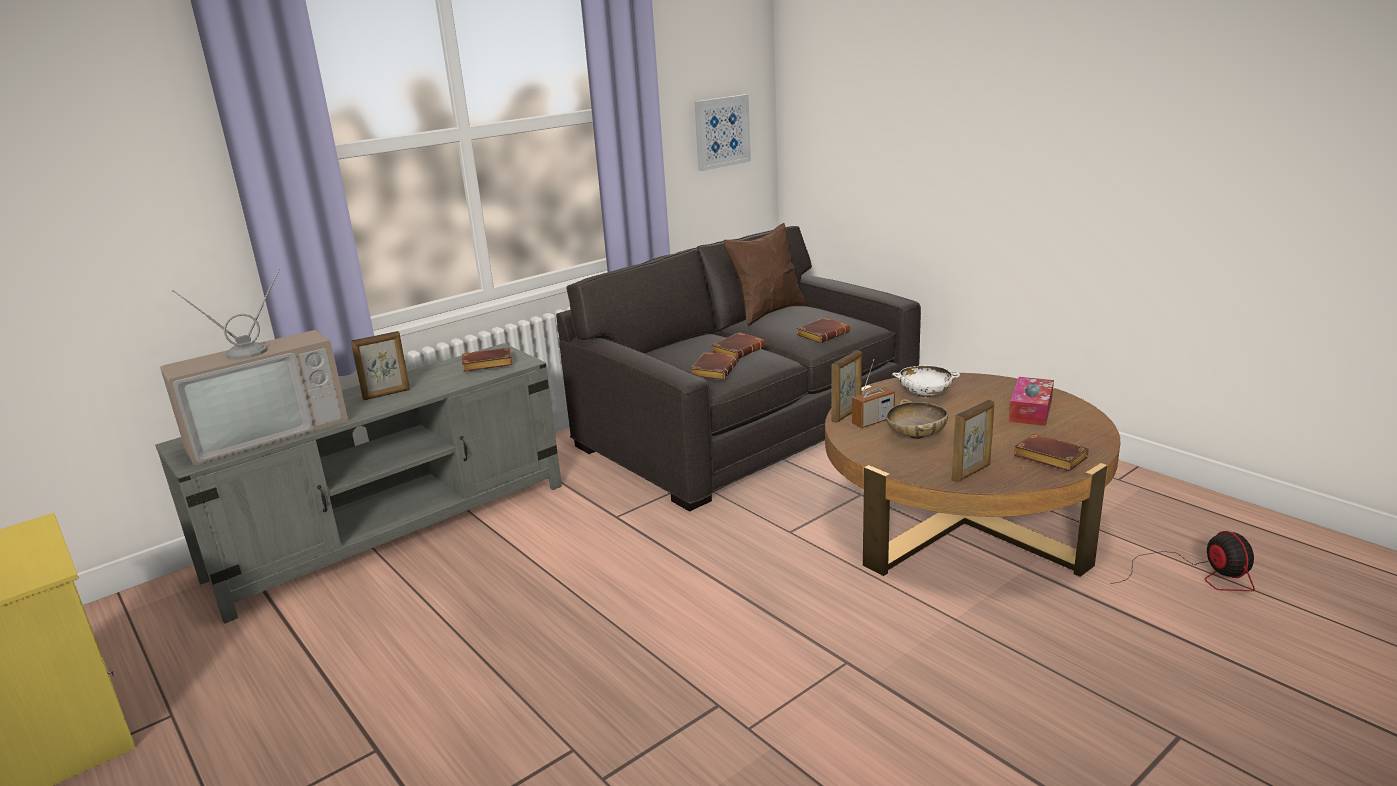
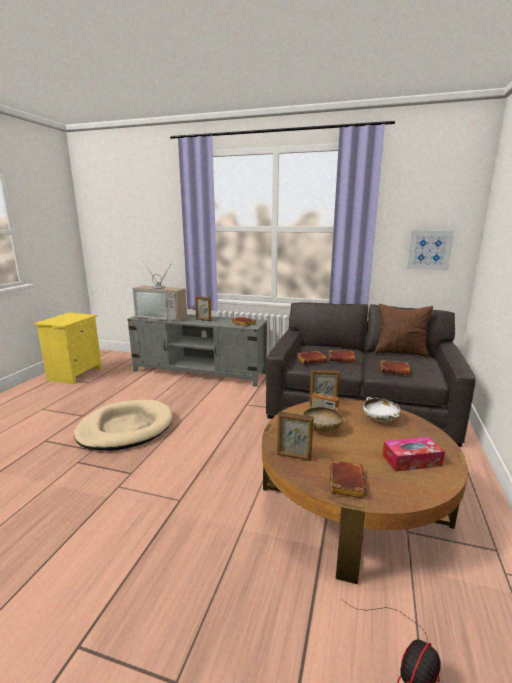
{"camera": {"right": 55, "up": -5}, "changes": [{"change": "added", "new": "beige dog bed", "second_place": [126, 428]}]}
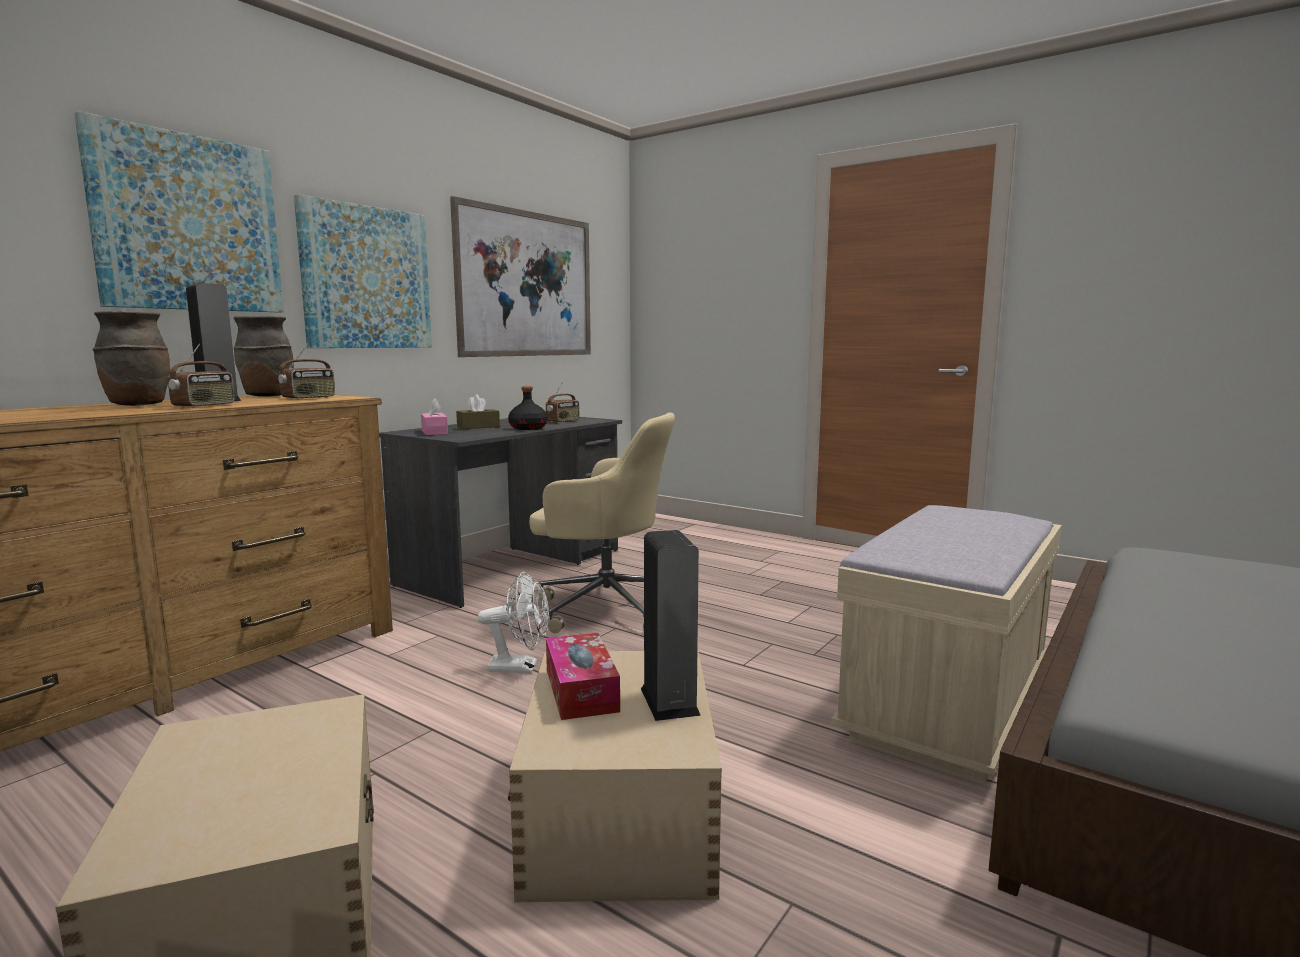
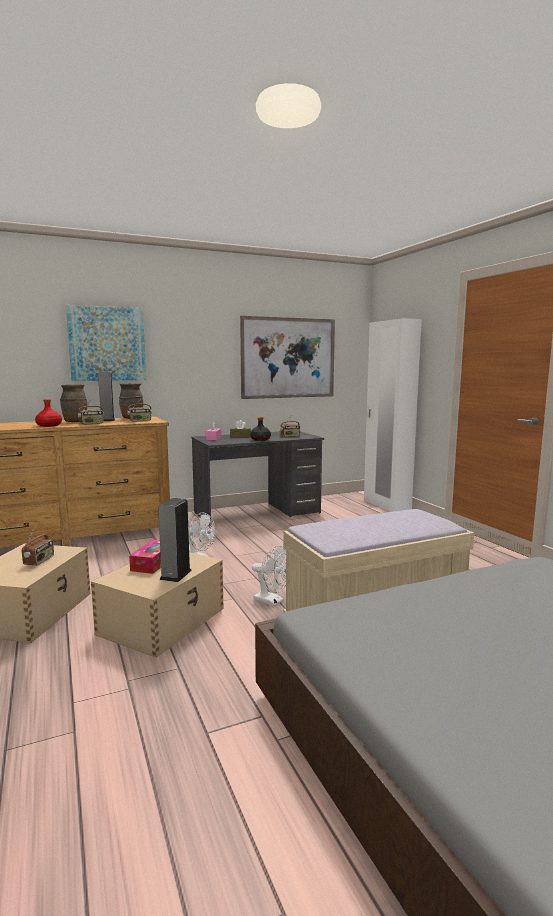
{"camera": {"right": 30, "up": 0}, "changes": [{"change": "removed", "old": "picture", "first_place": [366, 278]}, {"change": "removed", "old": "beige office chair", "first_place": [605, 606]}, {"change": "added", "new": "radio", "second_place": [39, 561]}, {"change": "added", "new": "red bottle", "second_place": [49, 425]}, {"change": "added", "new": "white fan", "second_place": [272, 601]}, {"change": "added", "new": "white wardrobe", "second_place": [386, 506]}]}
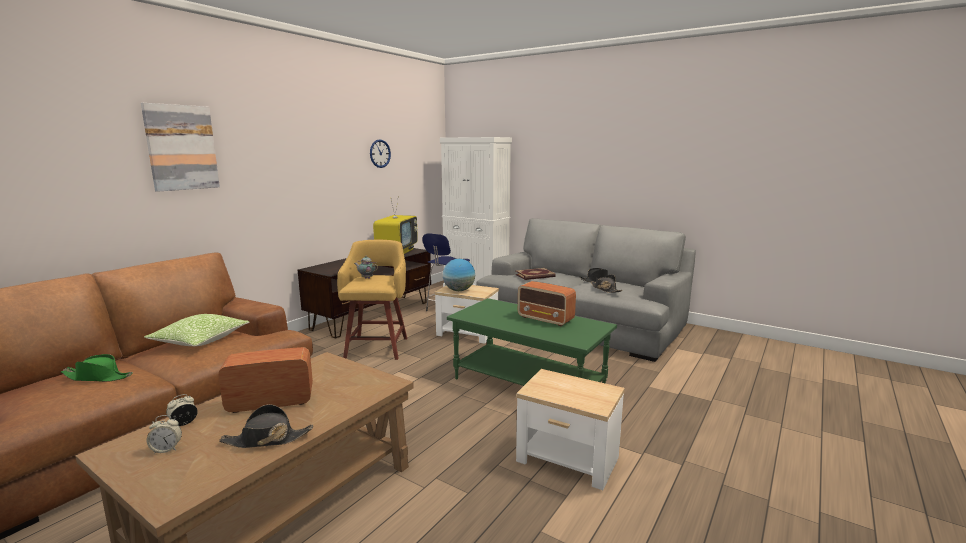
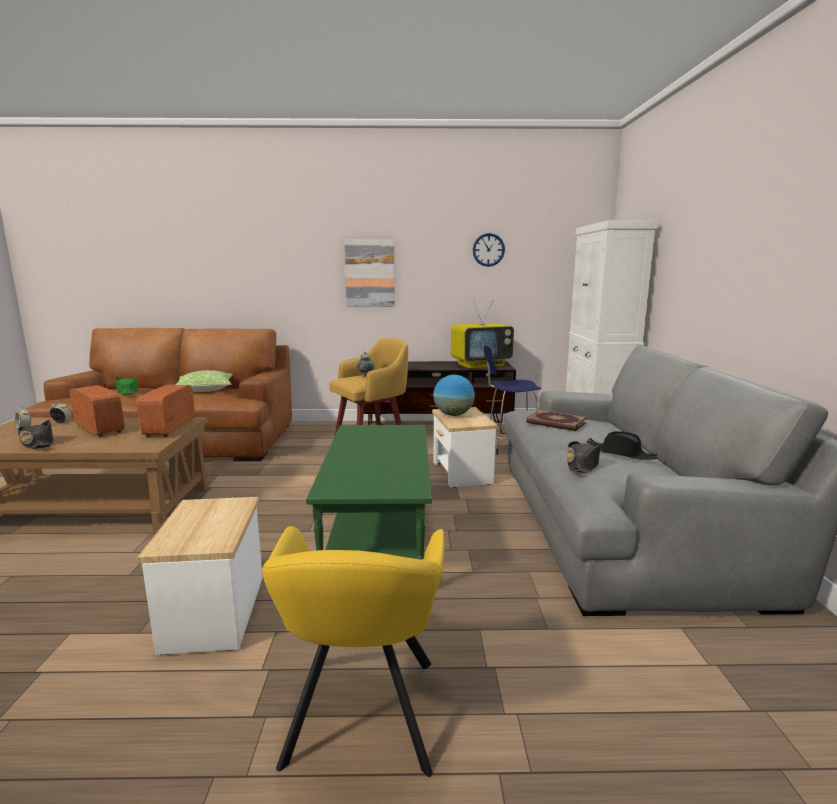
{"camera": {"right": 55, "up": 0}, "changes": [{"change": "moved", "old": "picture", "first_place": [181, 147], "second_place": [370, 273]}, {"change": "moved", "old": "radio", "first_place": [546, 319], "second_place": [169, 429]}, {"change": "added", "new": "yellow armchair", "second_place": [361, 718]}]}
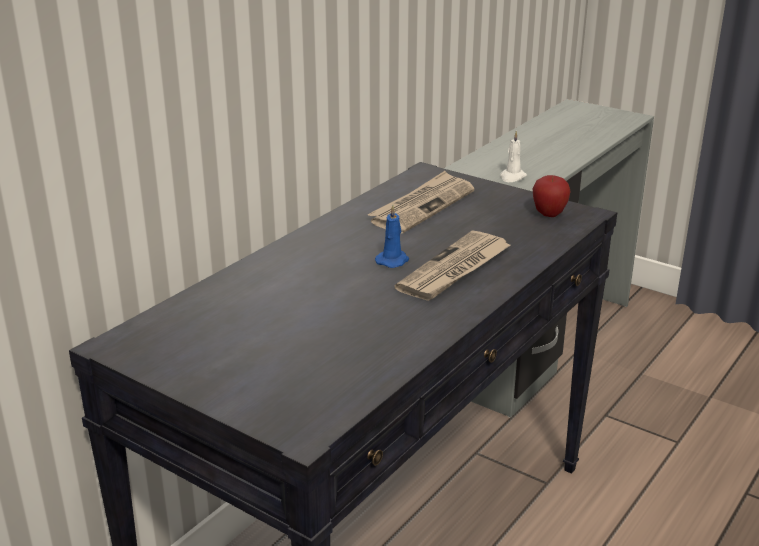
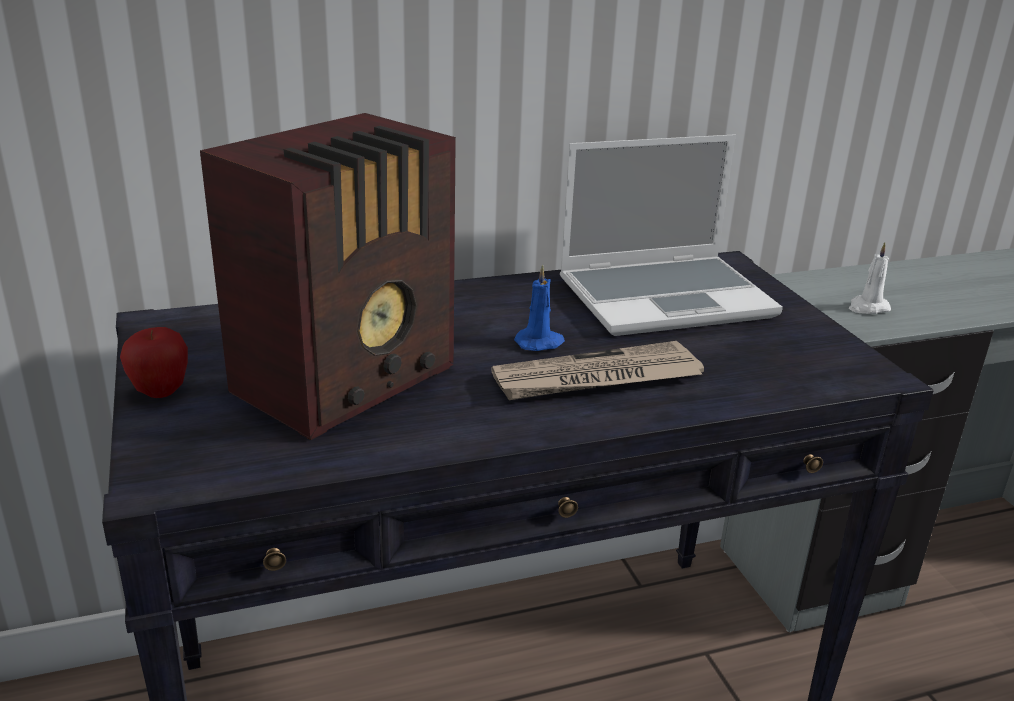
{"camera": {"right": 35, "up": 0}, "changes": [{"change": "replaced", "old": "newspaper", "new": "laptop", "first_place": [422, 206], "second_place": [666, 297]}, {"change": "moved", "old": "apple", "first_place": [549, 214], "second_place": [160, 392]}, {"change": "added", "new": "radio", "second_place": [351, 381]}]}
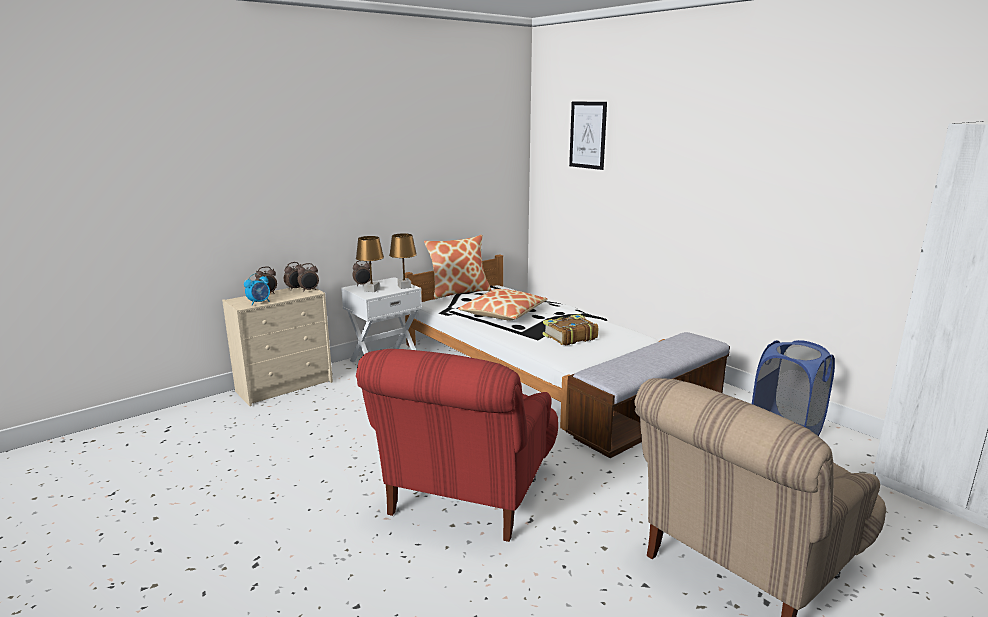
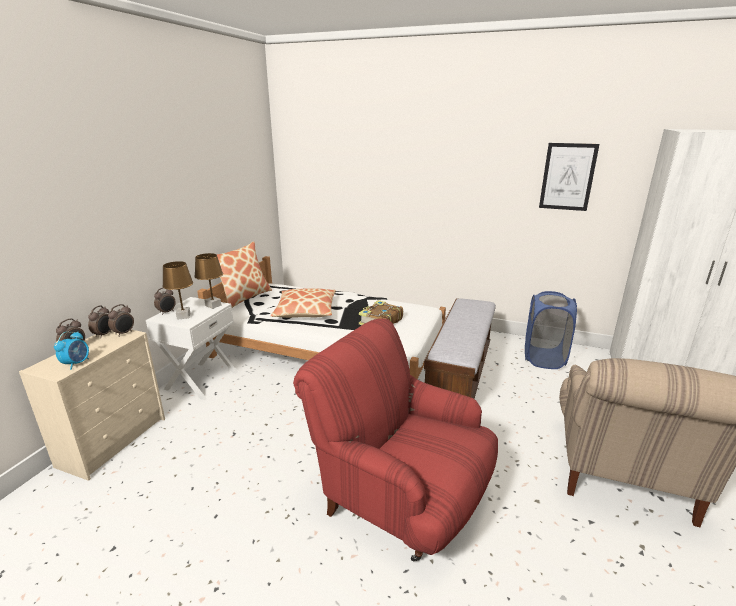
{"camera": {"right": -30, "up": 5}, "changes": [{"change": "turned", "old": "red armchair", "first_place": [467, 496], "second_place": [399, 498], "degrees": 135}, {"change": "moved", "old": "picture", "first_place": [587, 135], "second_place": [567, 177]}]}
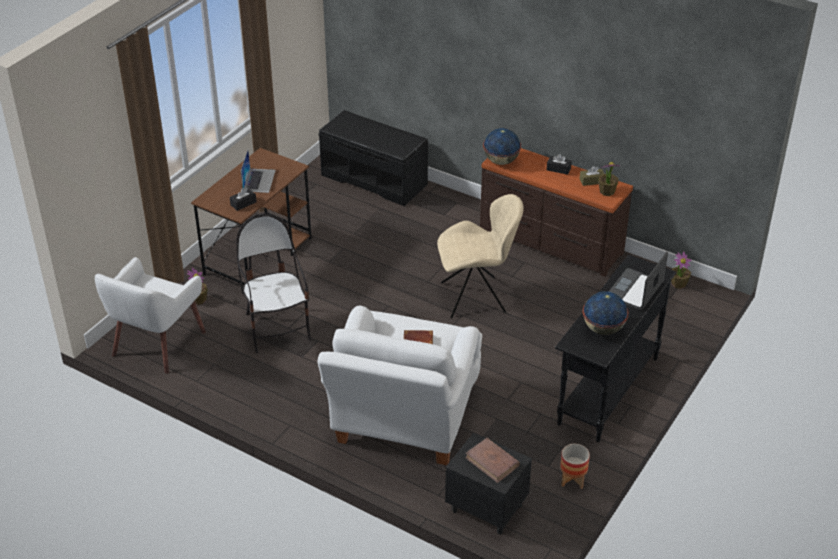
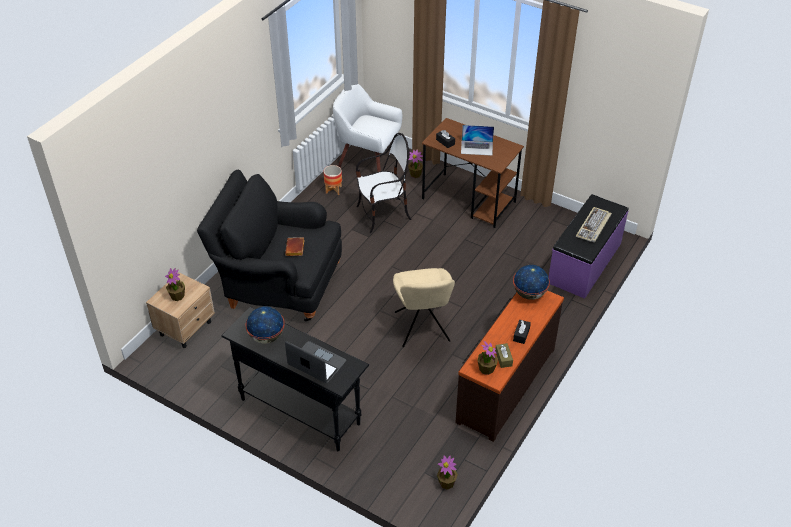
{"camera": {"right": 90, "up": 5}, "changes": [{"change": "recoloured", "old": "white armchair", "new": "black armchair", "first_place": [403, 421], "second_place": [278, 284]}, {"change": "recoloured", "old": "black bench", "new": "purple bench", "first_place": [374, 179], "second_place": [585, 263]}, {"change": "recoloured", "old": "black nightstand", "new": "beige nightstand", "first_place": [485, 507], "second_place": [186, 328]}, {"change": "replaced", "old": "brown book", "new": "potted plant", "first_place": [492, 462], "second_place": [177, 296]}, {"change": "moved", "old": "planter", "first_place": [572, 479], "second_place": [333, 190]}, {"change": "added", "new": "keyboard", "second_place": [593, 226]}]}
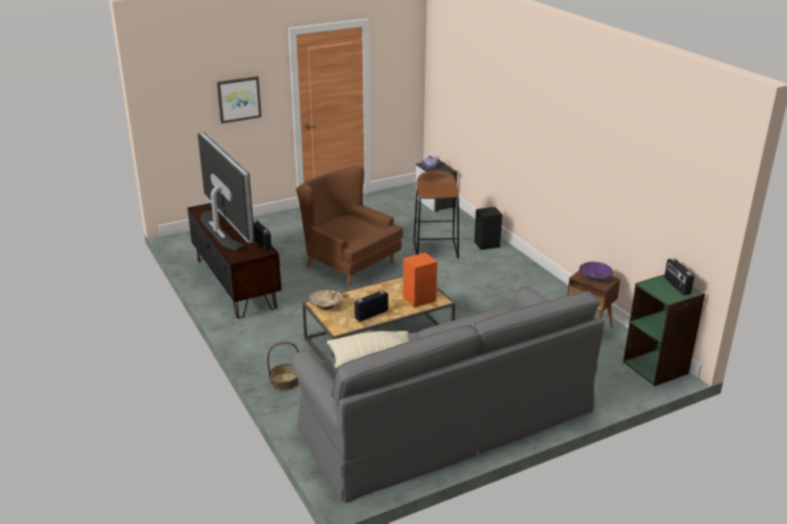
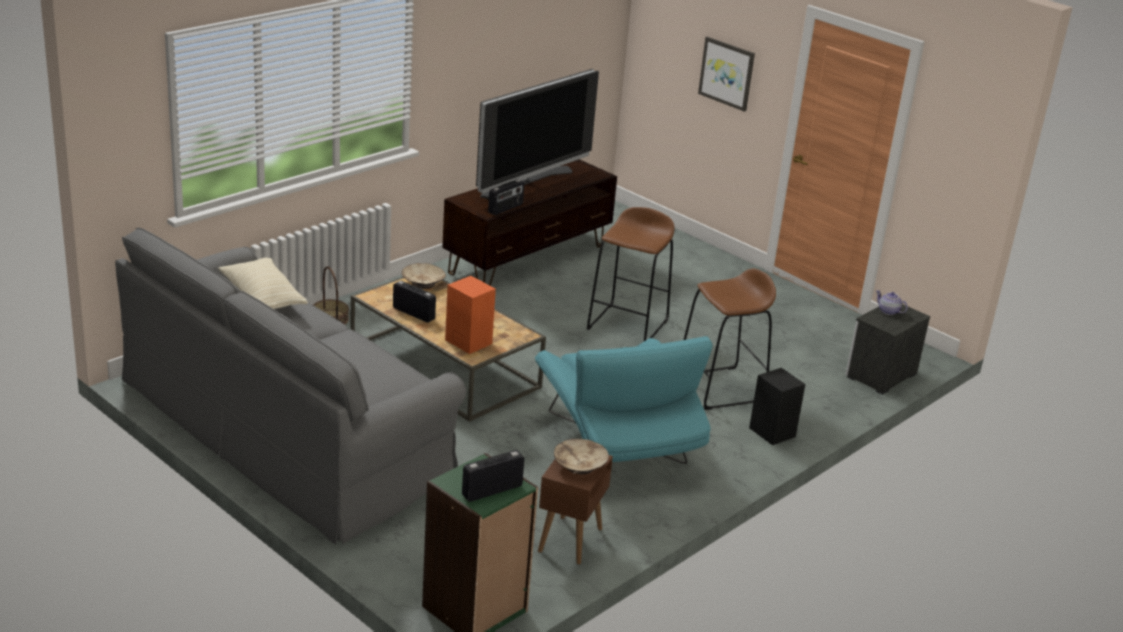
{"camera": {"right": 70, "up": 0}, "changes": [{"change": "replaced", "old": "brown armchair", "new": "brown stool", "first_place": [348, 263], "second_place": [628, 324]}, {"change": "recoloured", "old": "purple bowl", "new": "beige bowl", "first_place": [594, 277], "second_place": [579, 465]}, {"change": "added", "new": "turquoise armchair", "second_place": [617, 445]}]}
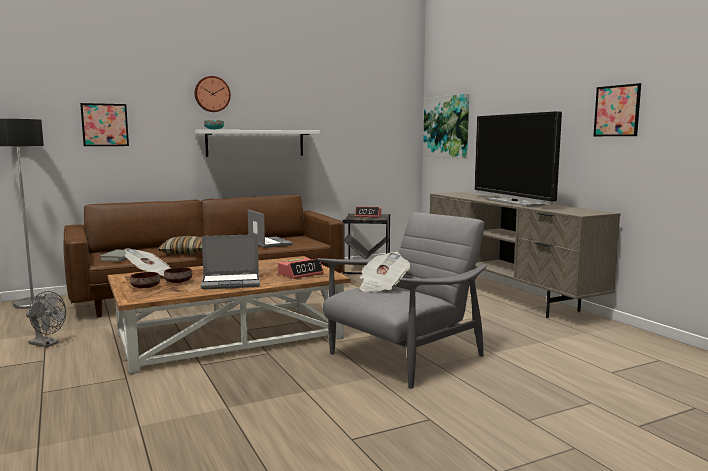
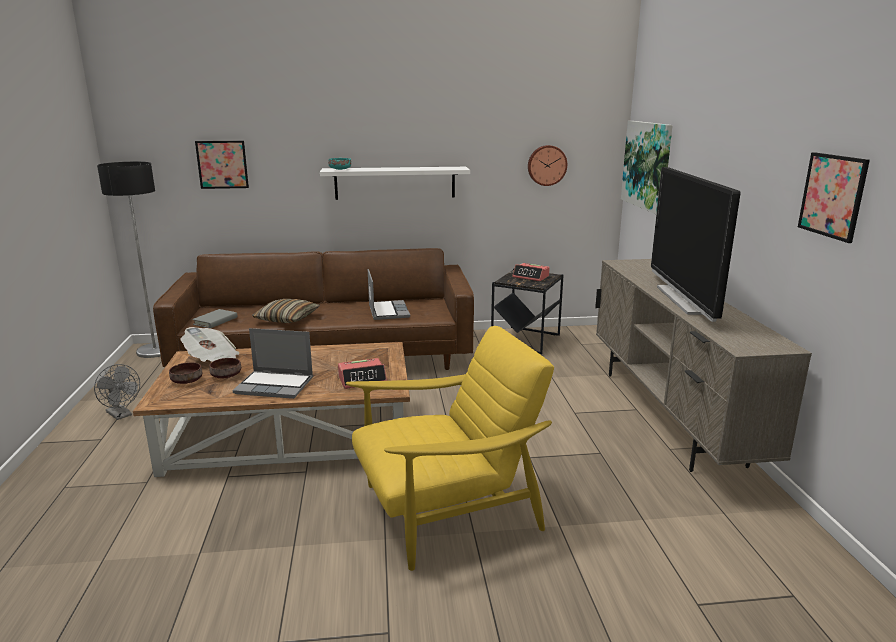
{"camera": {"right": 20, "up": 10}, "changes": [{"change": "moved", "old": "wall clock", "first_place": [212, 94], "second_place": [546, 165]}, {"change": "recoloured", "old": "grey armchair", "new": "yellow armchair", "first_place": [404, 356], "second_place": [446, 510]}, {"change": "removed", "old": "newspaper", "first_place": [382, 286]}]}
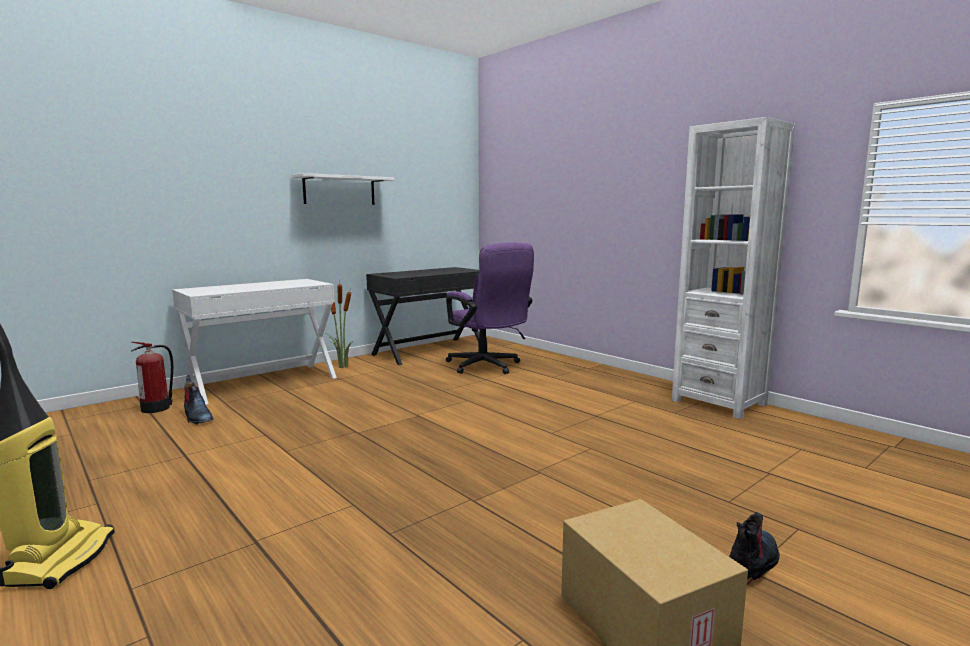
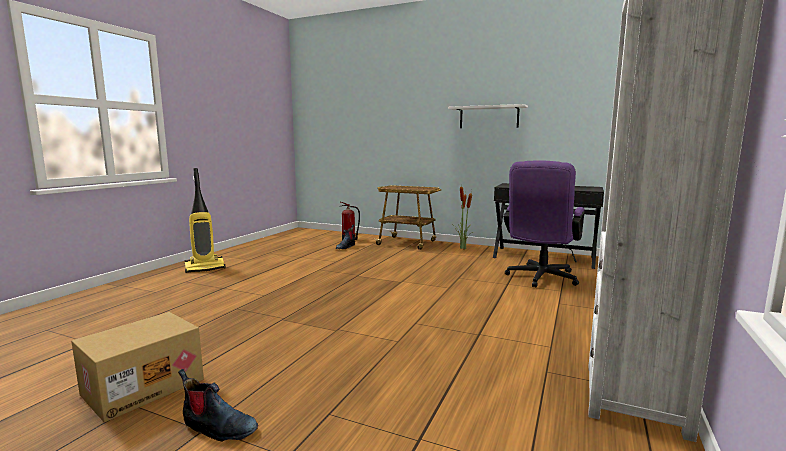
{"camera": {"right": 65, "up": 0}, "changes": [{"change": "replaced", "old": "white desk", "new": "cart", "first_place": [263, 383], "second_place": [407, 243]}]}
